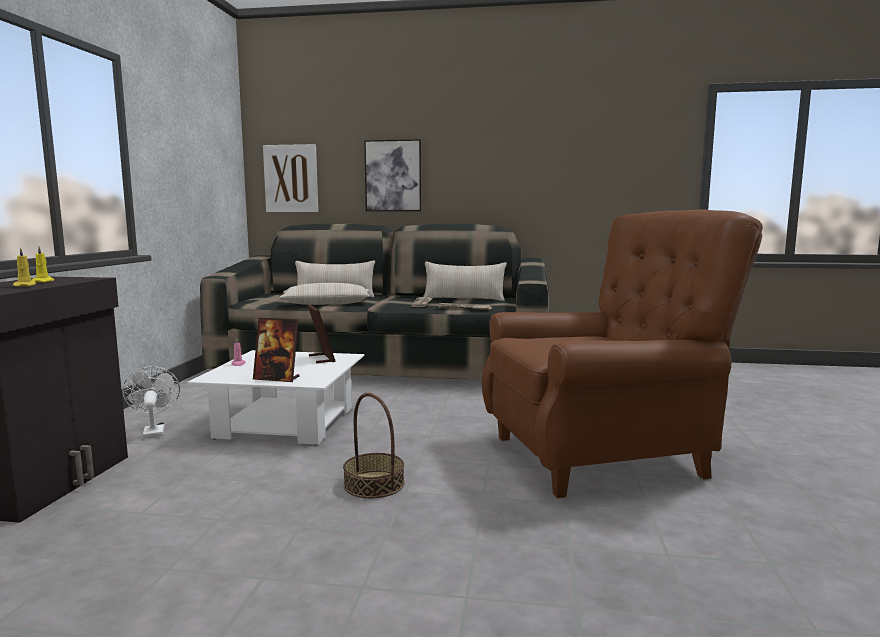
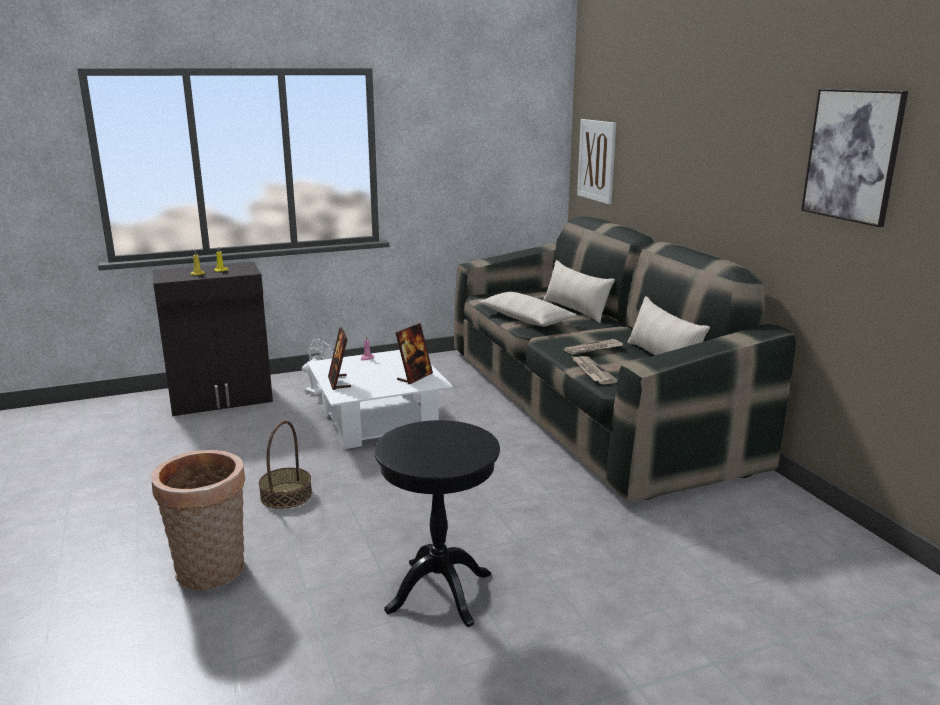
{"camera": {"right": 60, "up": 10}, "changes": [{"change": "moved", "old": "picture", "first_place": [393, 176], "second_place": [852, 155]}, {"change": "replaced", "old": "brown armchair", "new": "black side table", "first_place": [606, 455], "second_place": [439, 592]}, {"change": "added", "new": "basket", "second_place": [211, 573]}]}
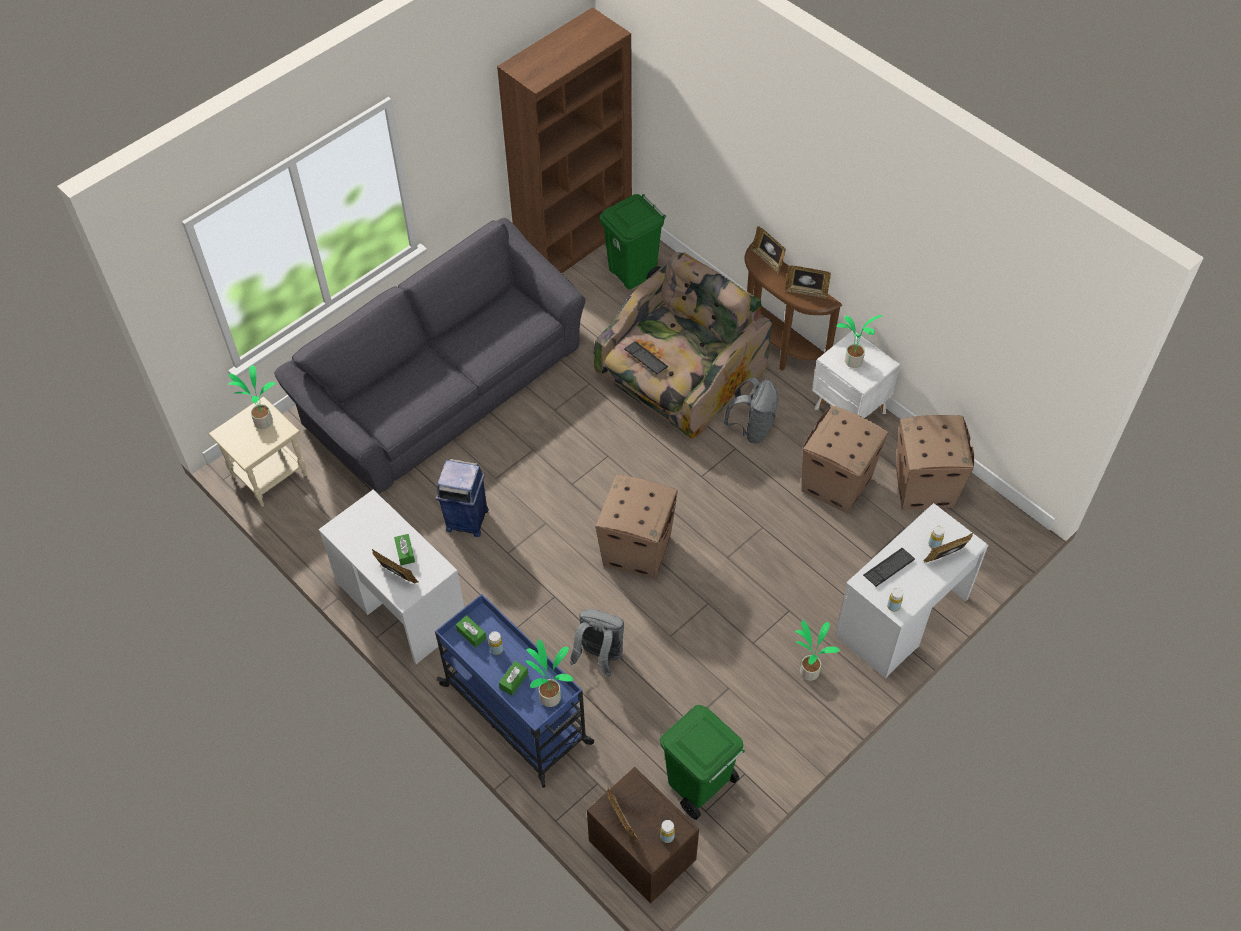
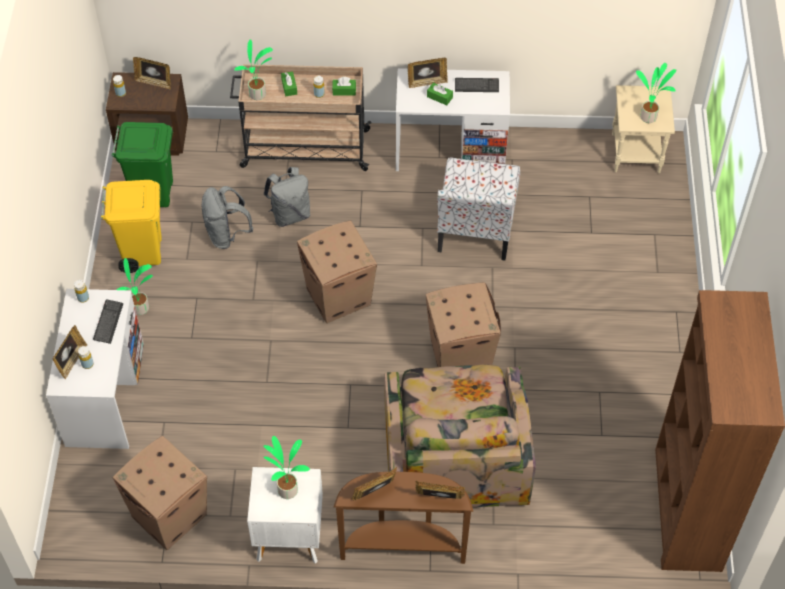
{"camera": {"right": 135, "up": 0}, "changes": [{"change": "removed", "old": "grey sofa", "first_place": [444, 387]}, {"change": "recoloured", "old": "blue cart", "new": "beige cart", "first_place": [517, 715], "second_place": [304, 148]}, {"change": "replaced", "old": "blue trash can", "new": "chair", "first_place": [466, 519], "second_place": [476, 226]}, {"change": "removed", "old": "green trash can", "first_place": [633, 273]}, {"change": "moved", "old": "keyboard", "first_place": [646, 358], "second_place": [476, 86]}, {"change": "moved", "old": "grey backpack", "first_place": [752, 428], "second_place": [227, 235]}, {"change": "moved", "old": "cardboard box", "first_place": [835, 485], "second_place": [460, 354]}, {"change": "added", "new": "yellow trash can", "second_place": [142, 252]}]}
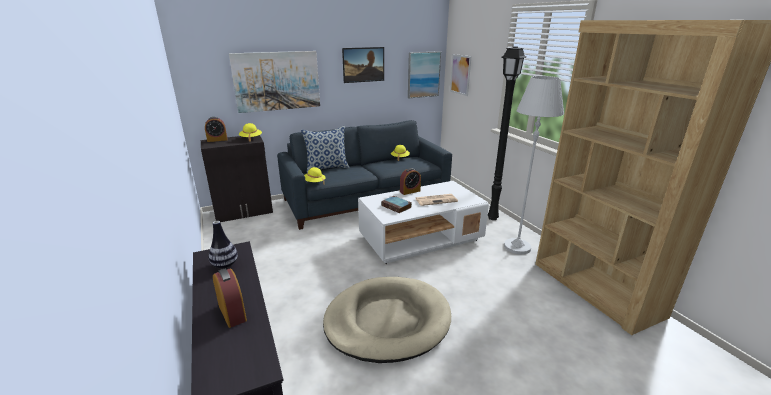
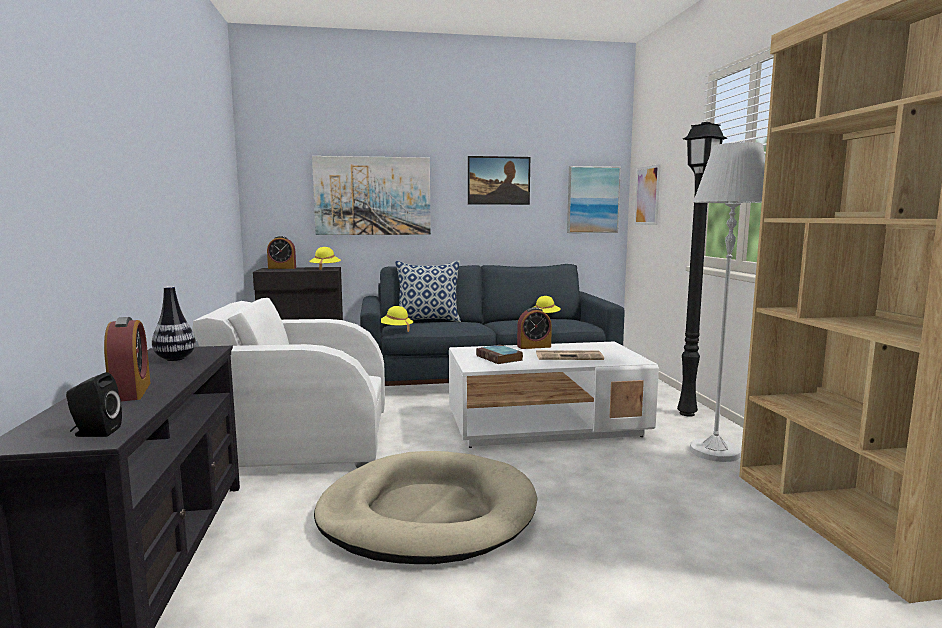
{"camera": {"right": 15, "up": -15}, "changes": [{"change": "added", "new": "black speaker", "second_place": [94, 433]}, {"change": "added", "new": "white armchair", "second_place": [303, 442]}]}
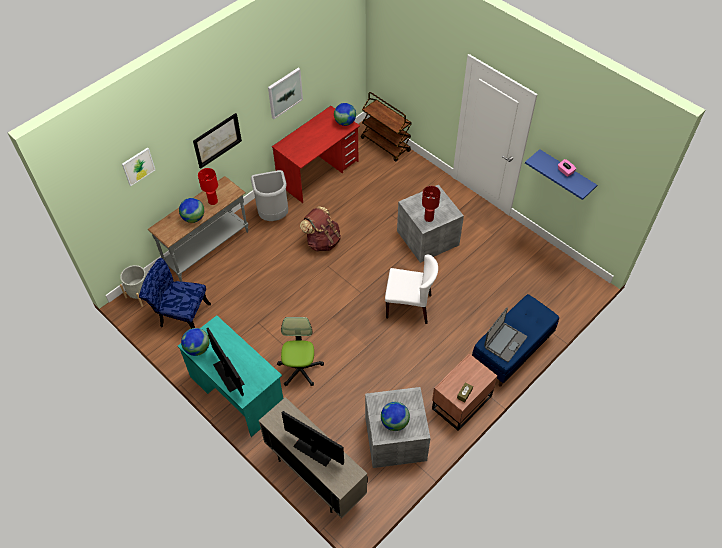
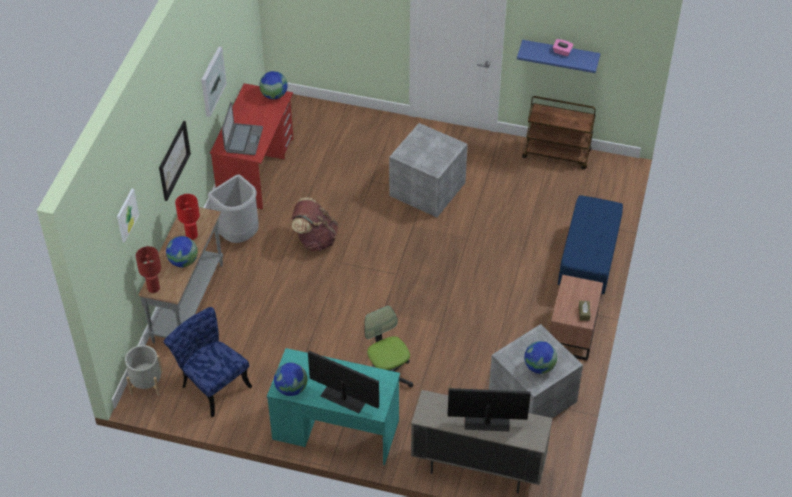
{"camera": {"right": -30, "up": -5}, "changes": [{"change": "turned", "old": "blue chair", "first_place": [180, 315], "second_place": [212, 384], "degrees": 60}, {"change": "moved", "old": "brown cart", "first_place": [386, 145], "second_place": [557, 154]}, {"change": "removed", "old": "white chair", "first_place": [409, 306]}, {"change": "moved", "old": "red table lamp", "first_place": [429, 218], "second_place": [154, 288]}, {"change": "moved", "old": "laptop", "first_place": [504, 342], "second_place": [243, 140]}]}
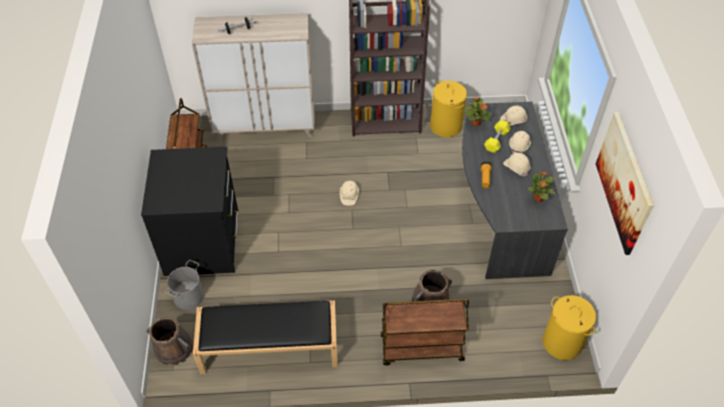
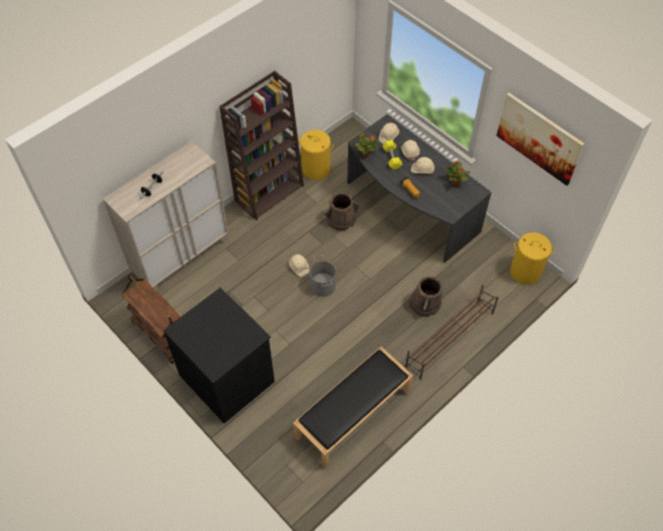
{"camera": {"right": -40, "up": 5}, "changes": [{"change": "moved", "old": "brown bucket", "first_place": [173, 348], "second_place": [341, 219]}, {"change": "moved", "old": "grey bucket", "first_place": [188, 296], "second_place": [322, 285]}, {"change": "replaced", "old": "brown cart", "new": "brown shoe rack", "first_place": [421, 349], "second_place": [449, 339]}]}
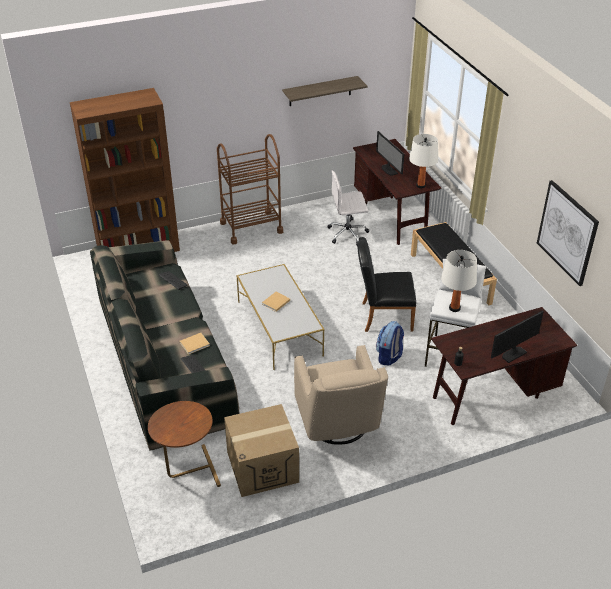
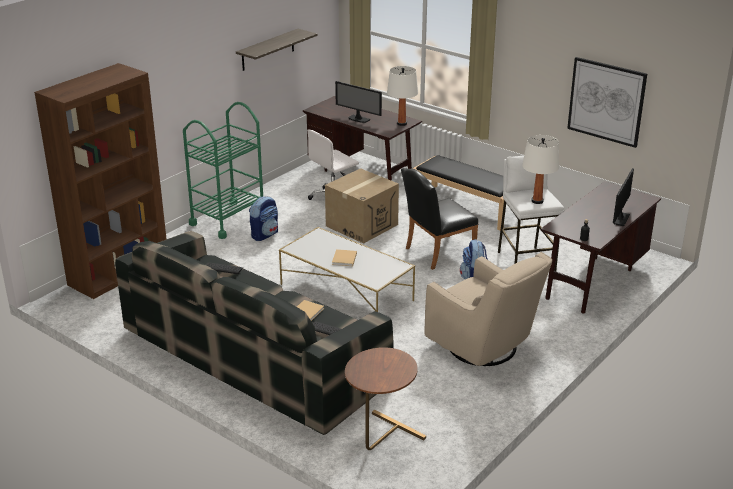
{"camera": {"right": -30, "up": -10}, "changes": [{"change": "recoloured", "old": "brown cart", "new": "green cart", "first_place": [251, 227], "second_place": [228, 220]}, {"change": "moved", "old": "cardboard box", "first_place": [262, 467], "second_place": [362, 225]}, {"change": "added", "new": "backpack", "second_place": [265, 234]}]}
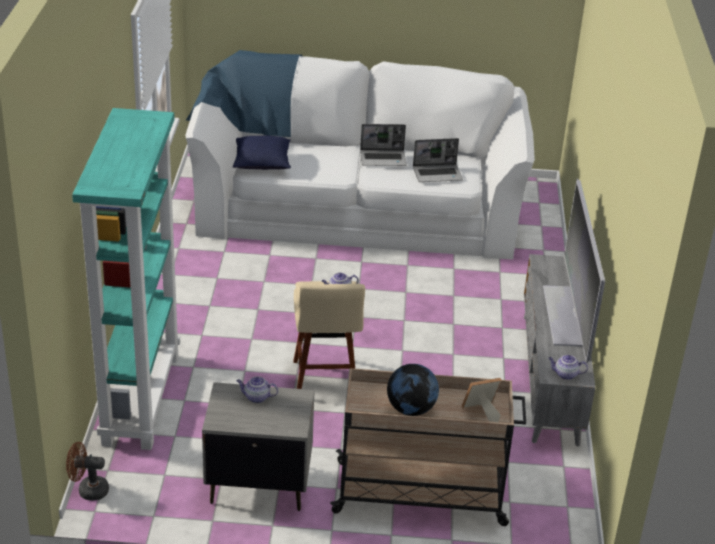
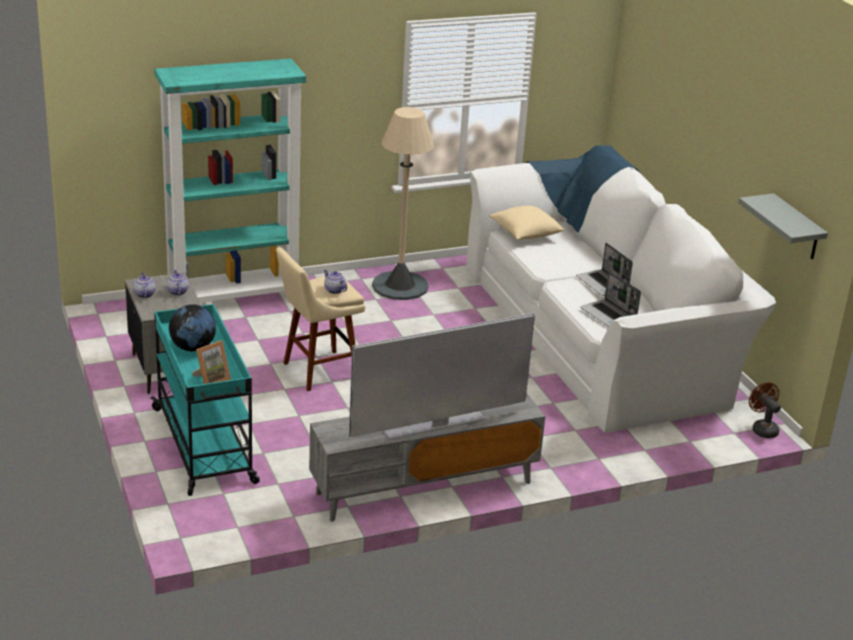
{"camera": {"right": 65, "up": -5}, "changes": [{"change": "moved", "old": "brown fan", "first_place": [88, 490], "second_place": [762, 429]}, {"change": "recoloured", "old": "blue pillow", "new": "beige pillow", "first_place": [262, 164], "second_place": [525, 234]}, {"change": "recoloured", "old": "beige cart", "new": "turquoise cart", "first_place": [422, 494], "second_place": [204, 446]}, {"change": "turned", "old": "picture frame", "first_place": [481, 412], "second_place": [211, 380], "degrees": 90}, {"change": "moved", "old": "teapot", "first_place": [565, 374], "second_place": [144, 294]}, {"change": "added", "new": "beige floor lamp", "second_place": [400, 286]}, {"change": "added", "new": "grey shelf", "second_place": [797, 228]}]}
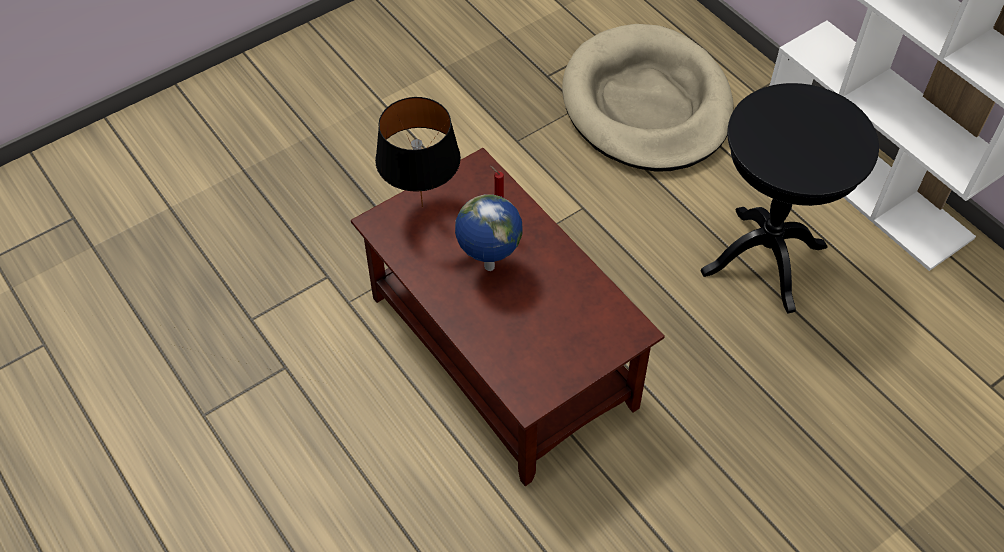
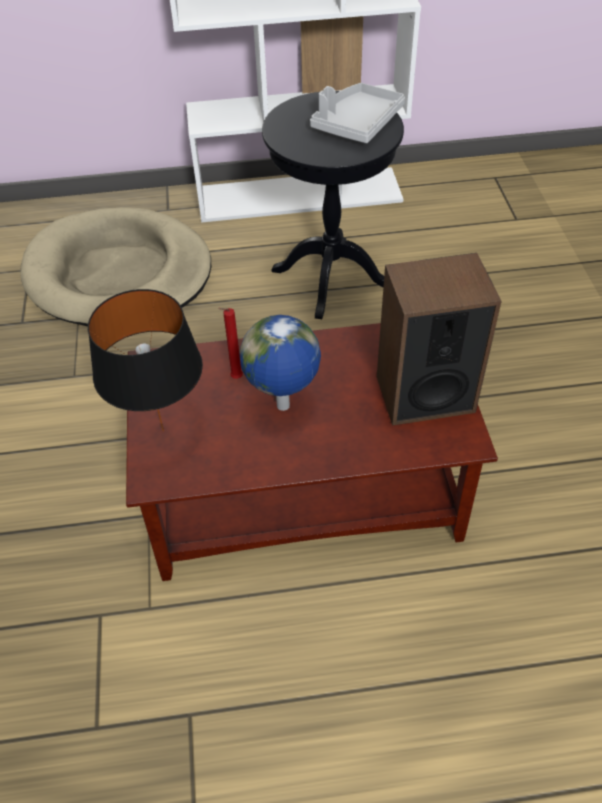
{"camera": {"right": -60, "up": -5}, "changes": [{"change": "added", "new": "grey tray", "second_place": [357, 123]}, {"change": "added", "new": "speaker", "second_place": [424, 393]}]}
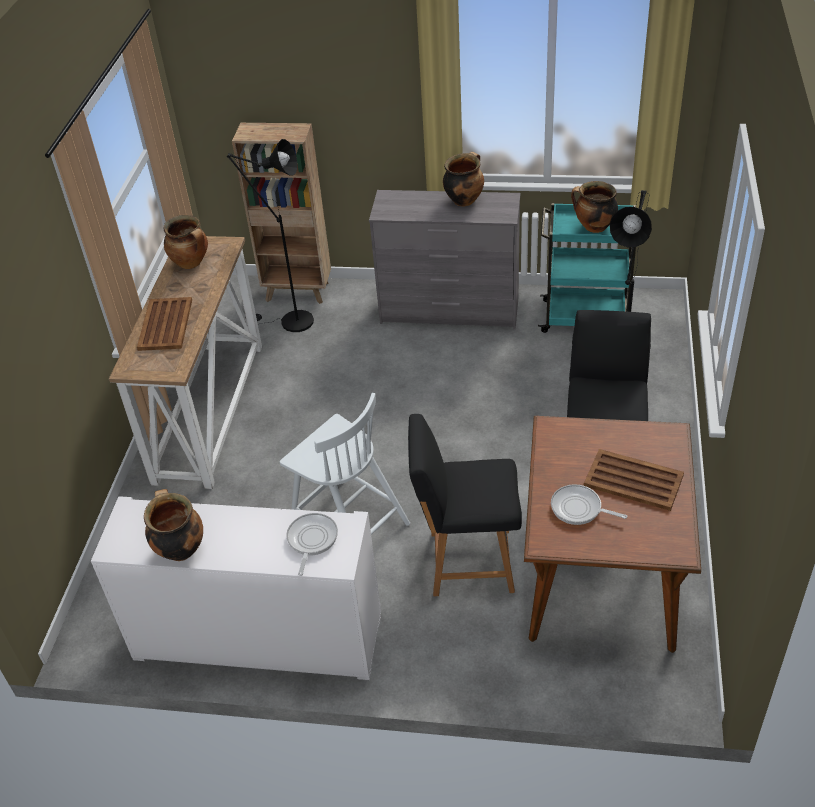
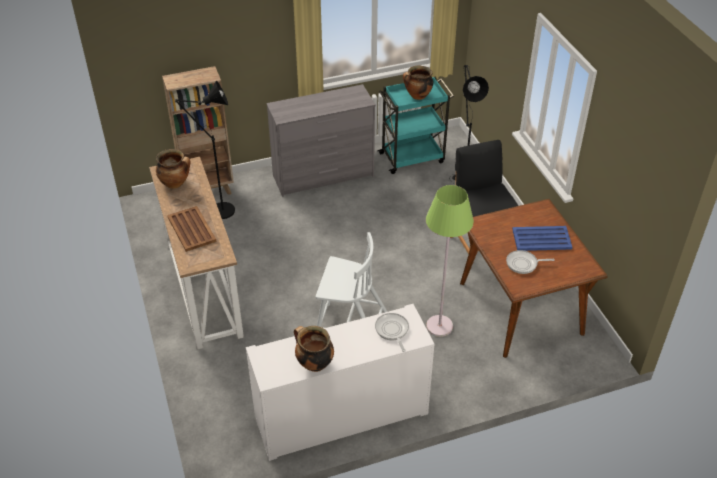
{"camera": {"right": -30, "up": 0}, "changes": [{"change": "replaced", "old": "black chair", "new": "green floor lamp", "first_place": [467, 562], "second_place": [439, 326]}, {"change": "removed", "old": "cooking pot", "first_place": [464, 200]}, {"change": "recoloured", "old": "brown tray", "new": "blue tray", "first_place": [632, 480], "second_place": [541, 239]}]}
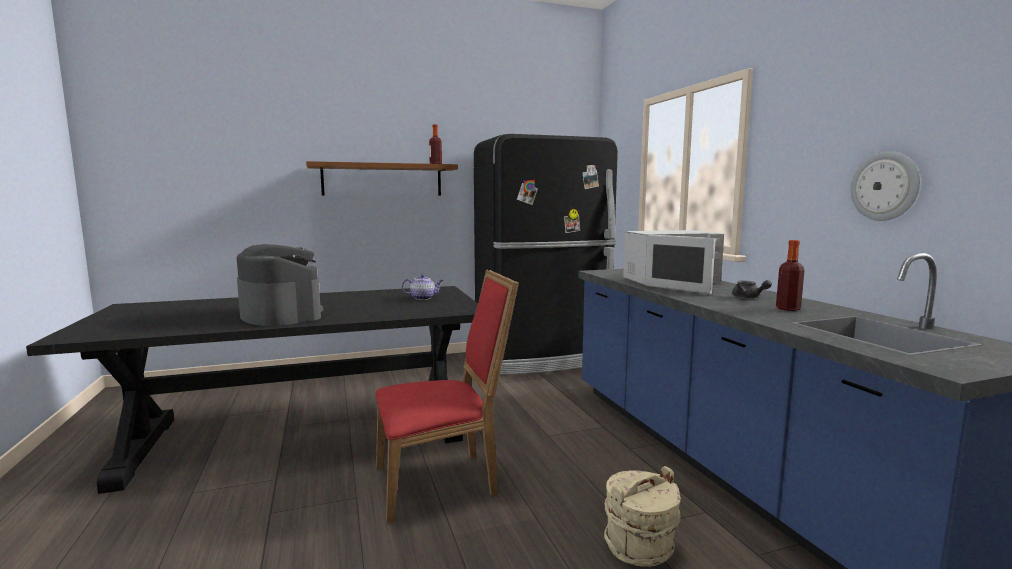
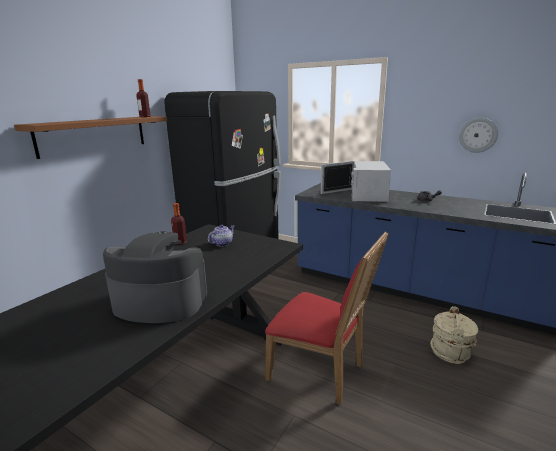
{"camera": {"right": -40, "up": 10}, "changes": [{"change": "turned", "old": "red chair", "first_place": [442, 481], "second_place": [321, 371], "degrees": 90}, {"change": "turned", "old": "white microwave", "first_place": [670, 281], "second_place": [365, 195], "degrees": 150}, {"change": "moved", "old": "bottle", "first_place": [788, 309], "second_place": [180, 242]}]}
